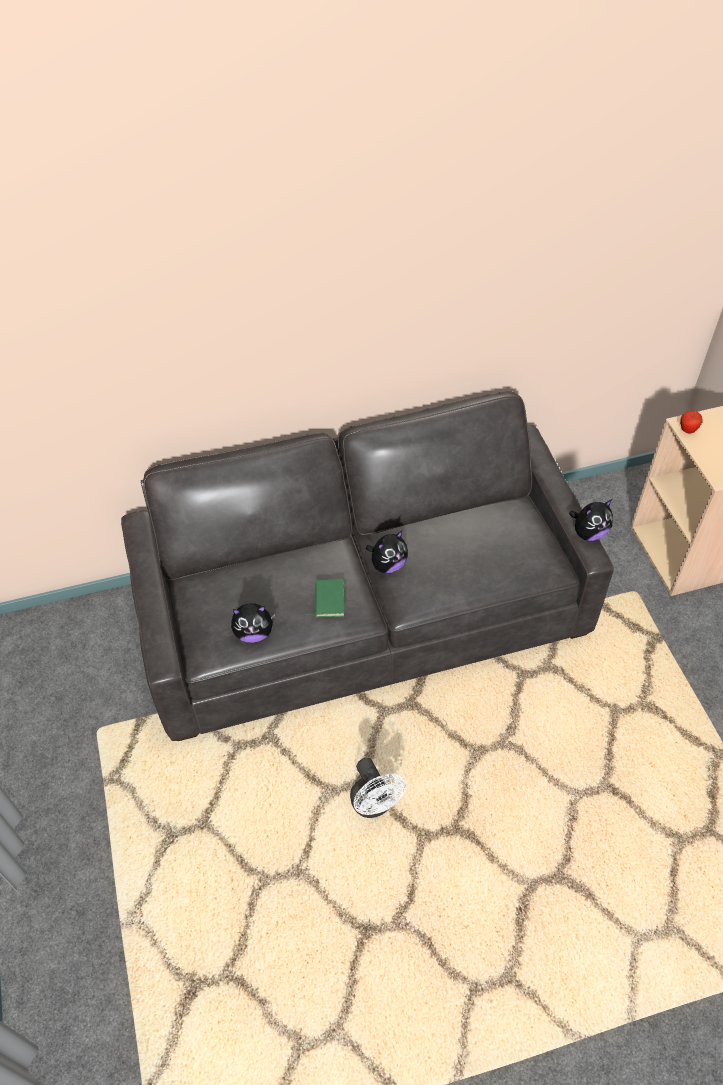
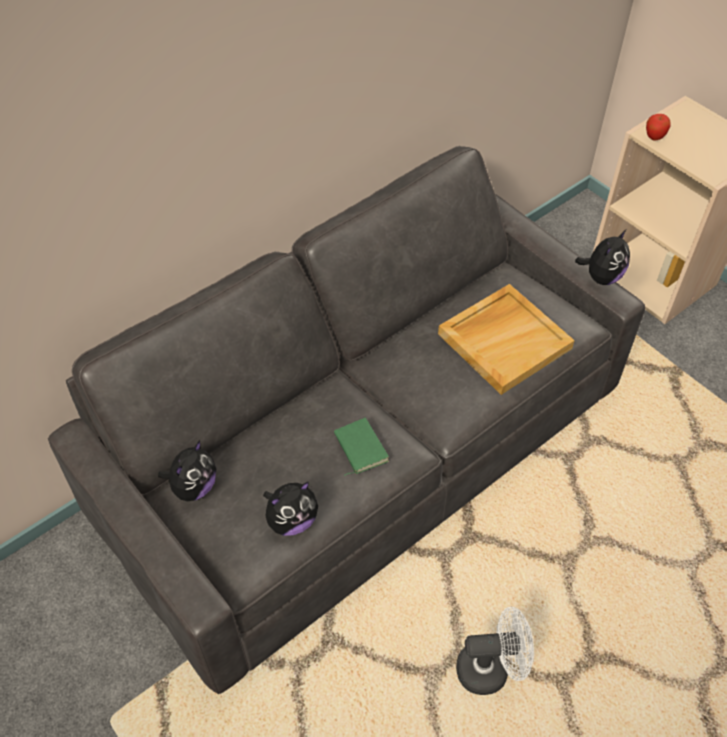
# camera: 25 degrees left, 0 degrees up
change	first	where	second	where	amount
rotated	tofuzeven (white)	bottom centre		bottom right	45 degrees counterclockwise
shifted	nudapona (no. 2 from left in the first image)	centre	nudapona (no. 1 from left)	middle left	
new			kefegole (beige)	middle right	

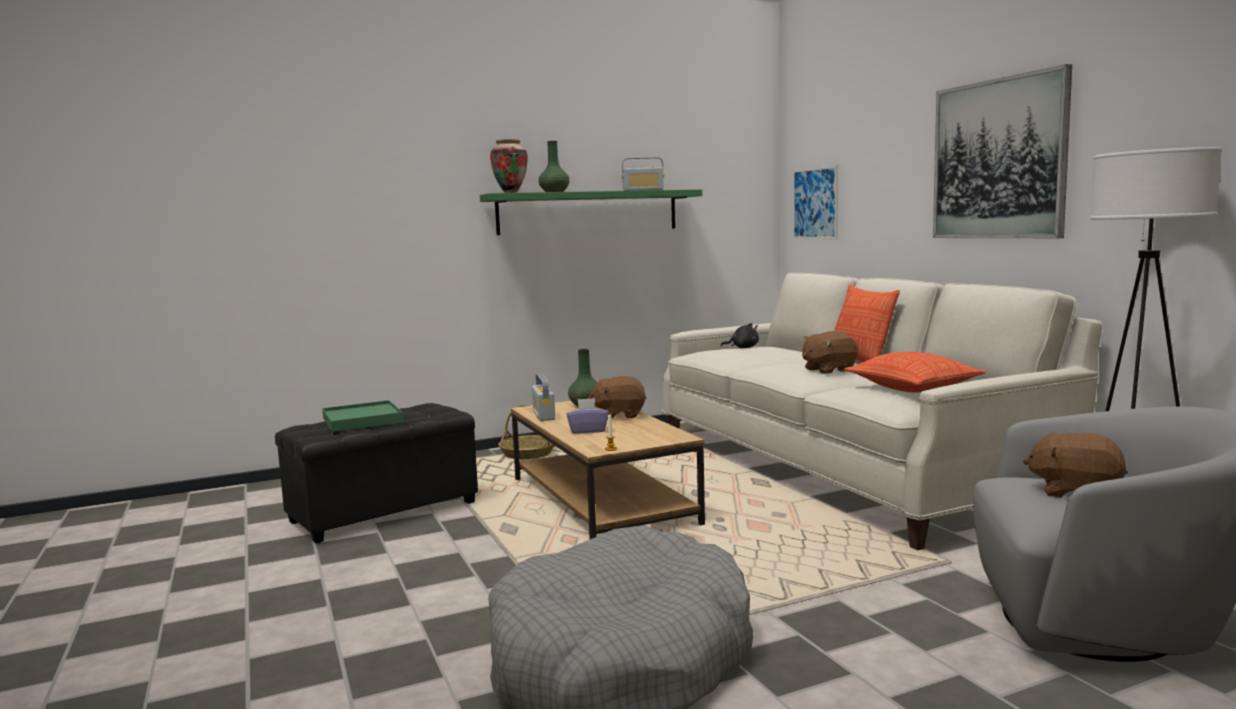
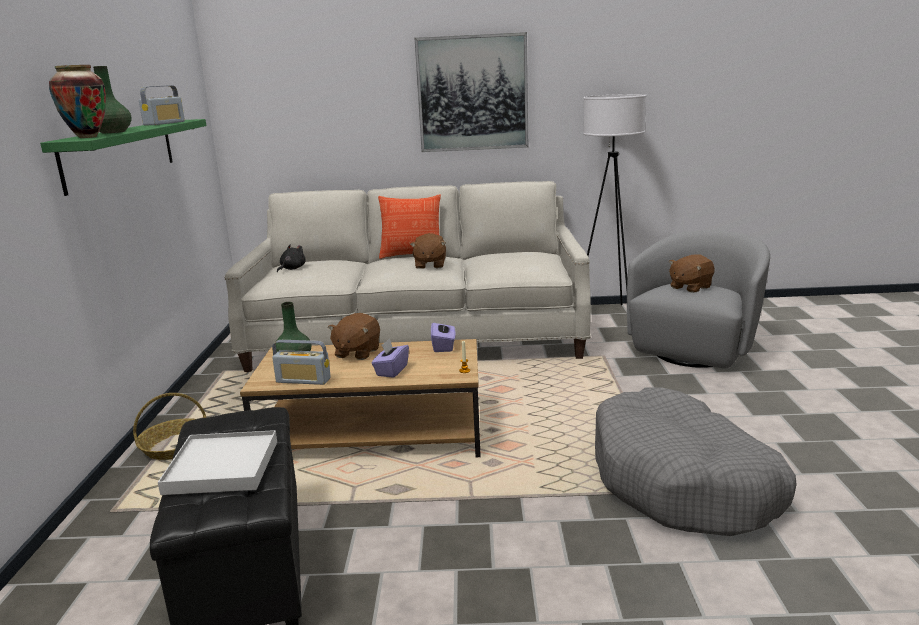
# camera: 65 degrees left, 10 degrees up
change	first	where	second	where	amount
repainted	kefegole (green)	middle left	kefegole (white)	bottom left	
gone	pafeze (no. 1 from left)	top centre			
gone	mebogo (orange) (no. 2 from left)	middle right			
new			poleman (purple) (no. 2 from left)	centre	

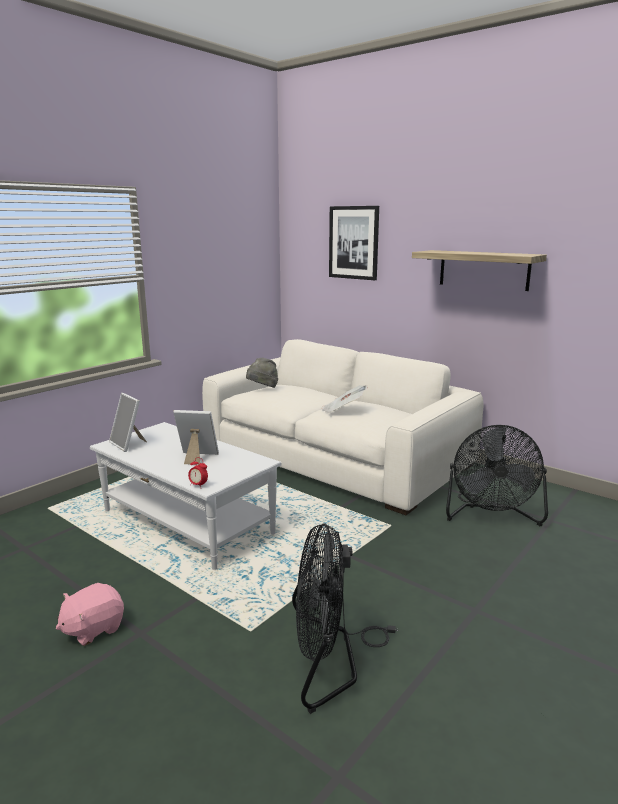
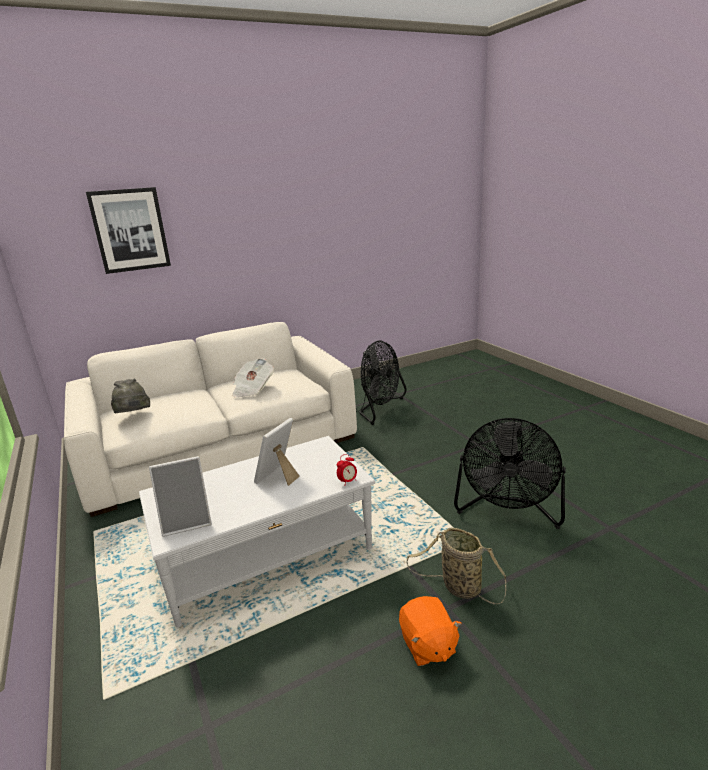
# camera: 65 degrees left, 5 degrees up
change	first	where	second	where	amount
repainted	nudapona (pink)	bottom left	nudapona (orange)	bottom centre	
gone	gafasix	middle right			
new			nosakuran	bottom centre	

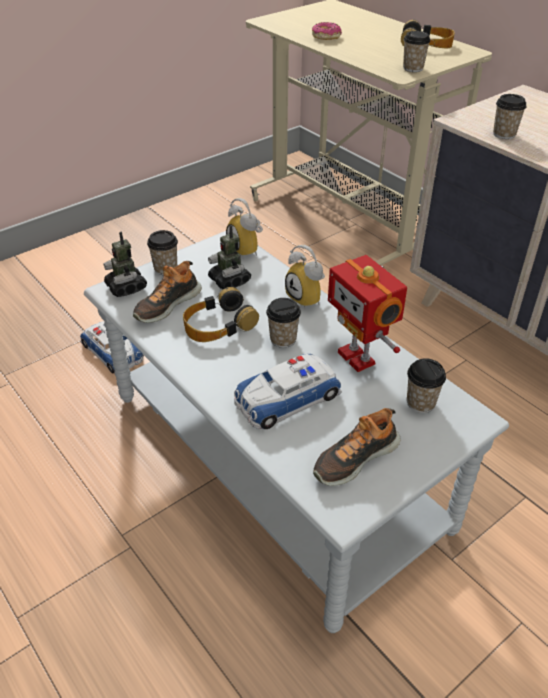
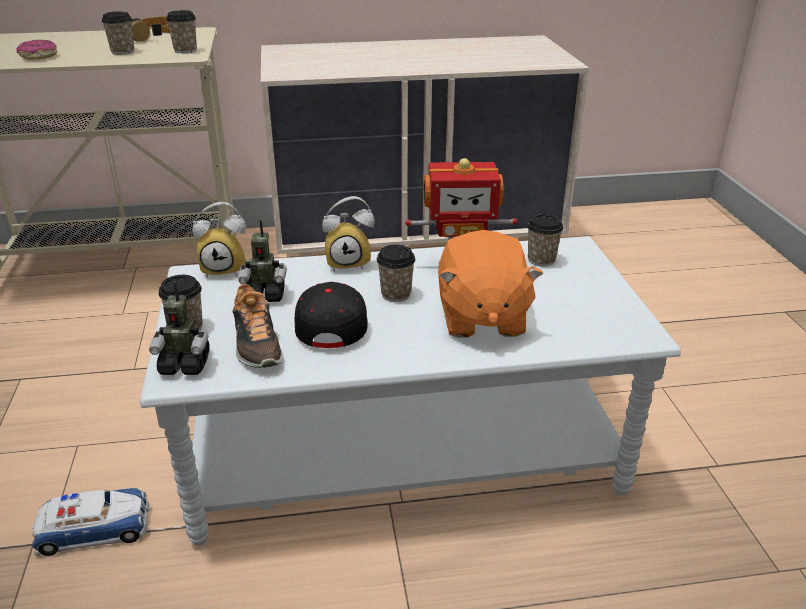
# camera: 60 degrees left, 10 degrees down
change	first	where	second	where	amount
swapped	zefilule (no. 1 from left)	centre	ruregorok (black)	centre	
swapped	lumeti (no. 2 from left)	centre	nudapona (orange)	centre	
gone	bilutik (no. 2 from left)	centre			
shifted	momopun (no. 5 from left in the first image)	top right	momopun (no. 1 from left)	top left	

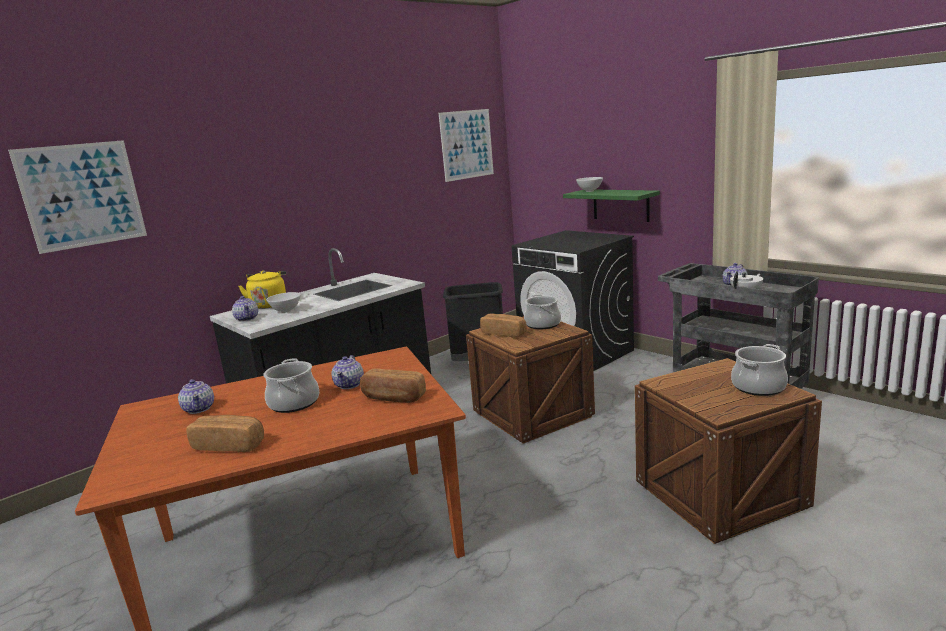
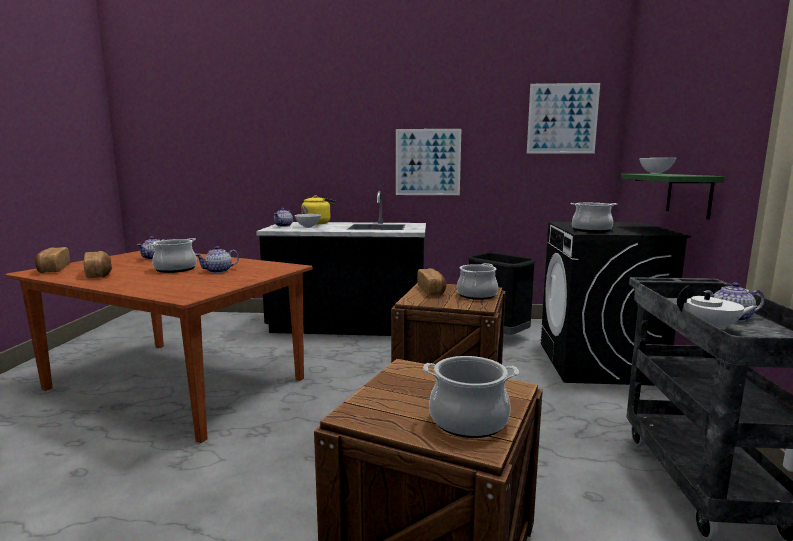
# camera: 45 degrees right, 5 degrees down
change	first	where	second	where	amount
shifted	pafeze (no. 1 from left)	top left		top centre	
shifted	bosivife (no. 2 from left in the first image)	centre	bosivife (no. 1 from left)	middle left	
new			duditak (no. 4 from left)	middle right	

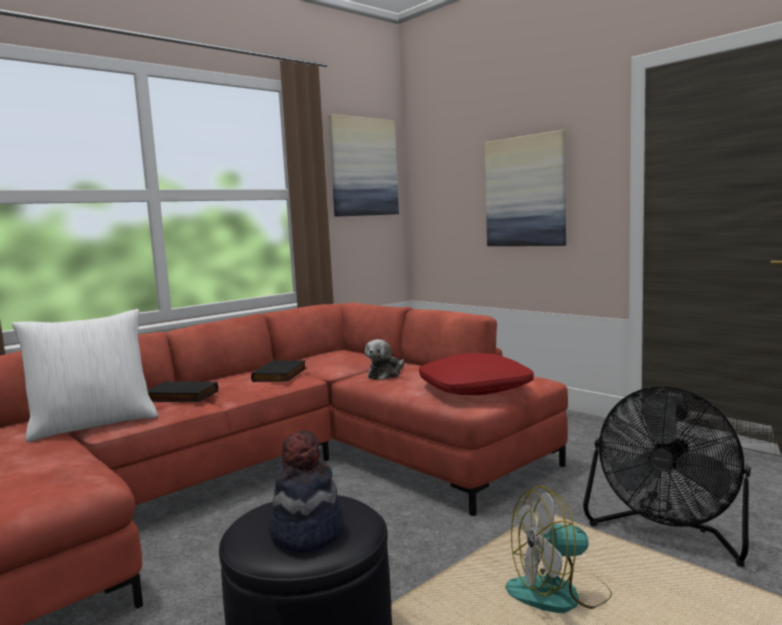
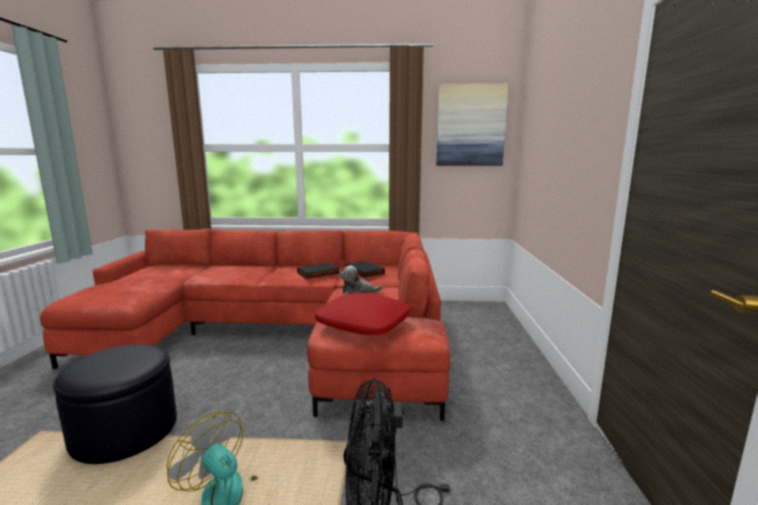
# camera: 45 degrees right, 5 degrees up
change	first	where	second	where	amount
gone	mebogo (white)	middle left			
shifted	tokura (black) (no. 1 from left in the first image)	middle left	tokura (black) (no. 2 from left)	centre	
gone	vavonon	bottom centre			
gone	pafeze (no. 2 from left)	top right			

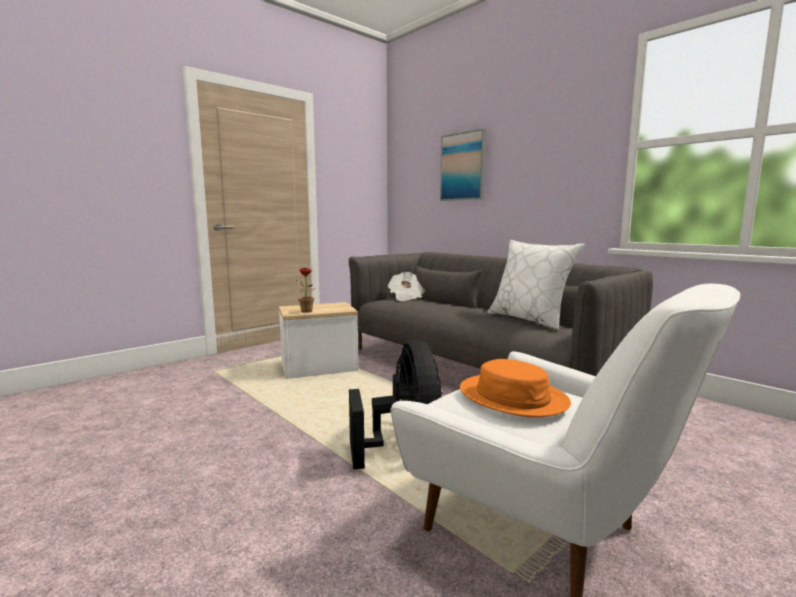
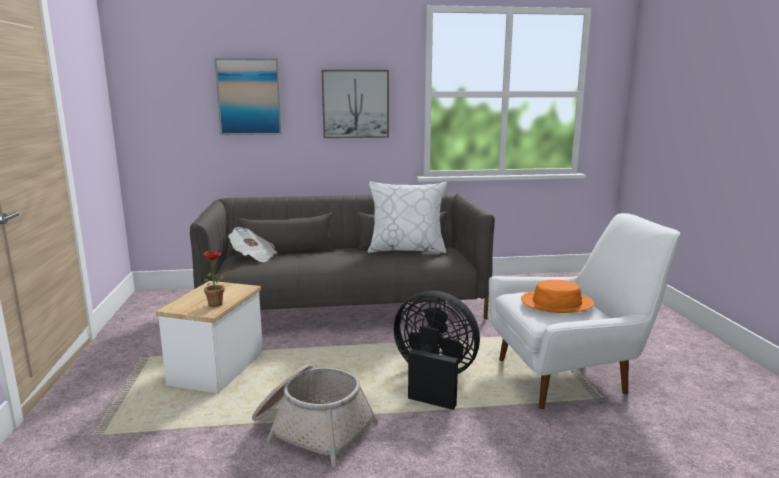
# camera: 55 degrees left, 5 degrees up
change	first	where	second	where	amount
new			nosakuran	bottom centre	
new			pafeze (no. 2 from left)	top centre	

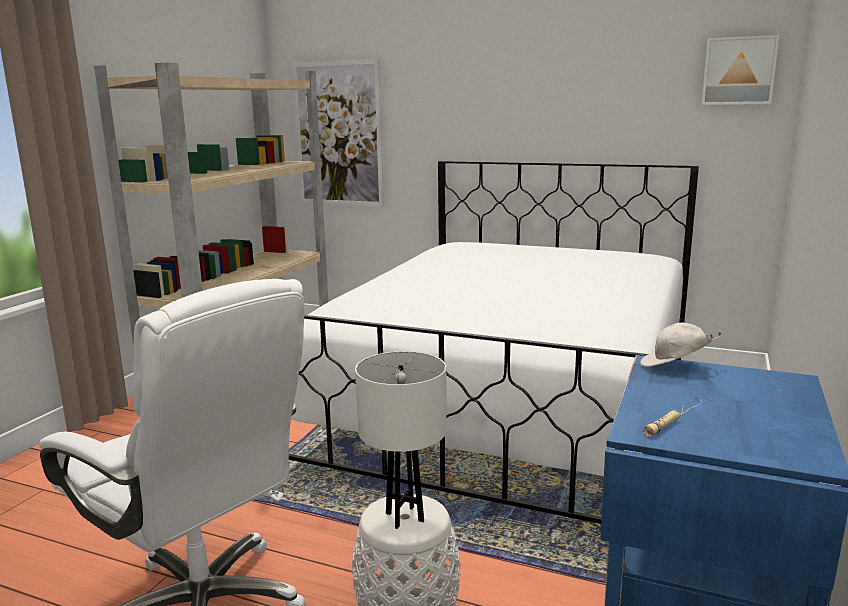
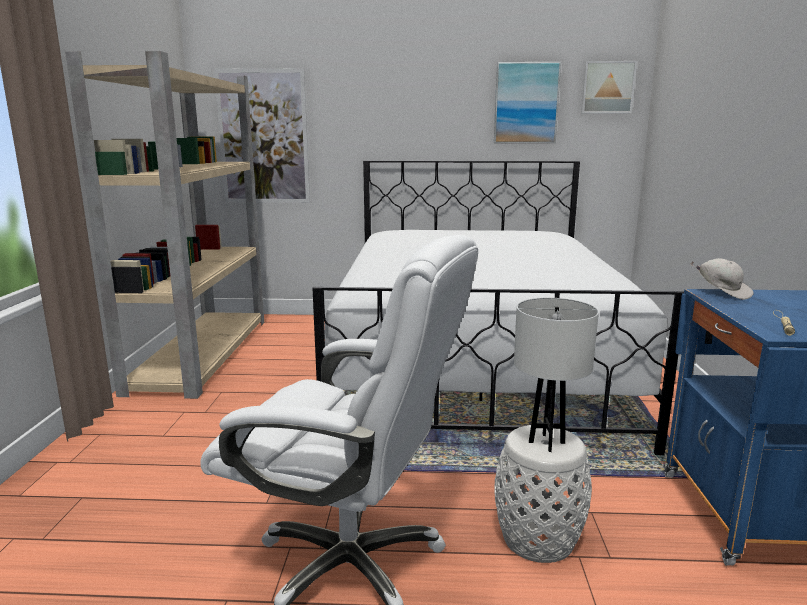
# camera: 20 degrees left, 0 degrees up
change	first	where	second	where	amount
rotated	ruregorok (white)	middle right		middle right	120 degrees counterclockwise
new			pafeze (no. 2 from left)	top centre	

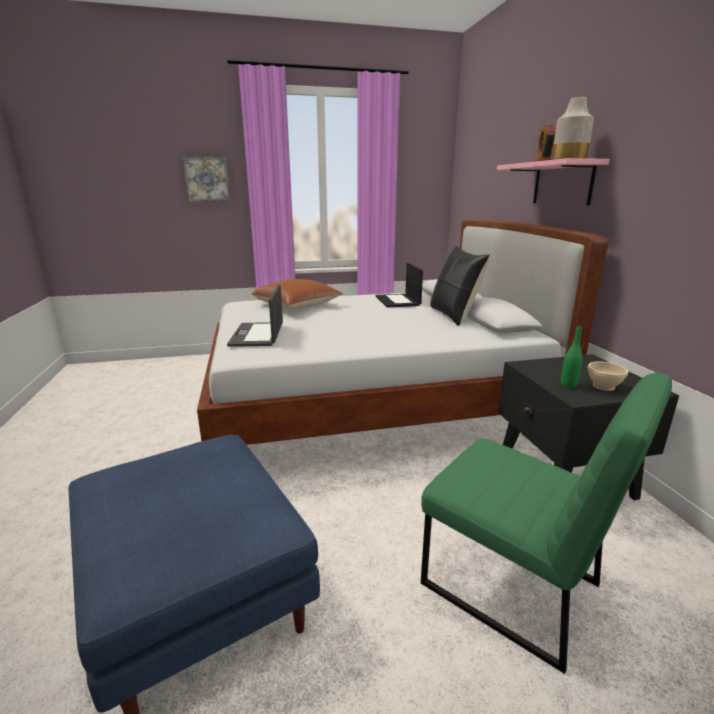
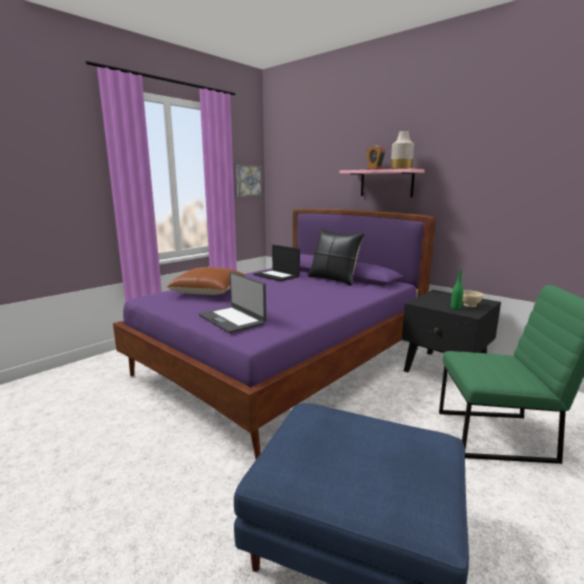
# camera: 35 degrees left, 5 degrees down
change	first	where	second	where	amount
shifted	pafeze	top left		top centre	
repainted	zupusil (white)	centre	zupusil (purple)	centre	

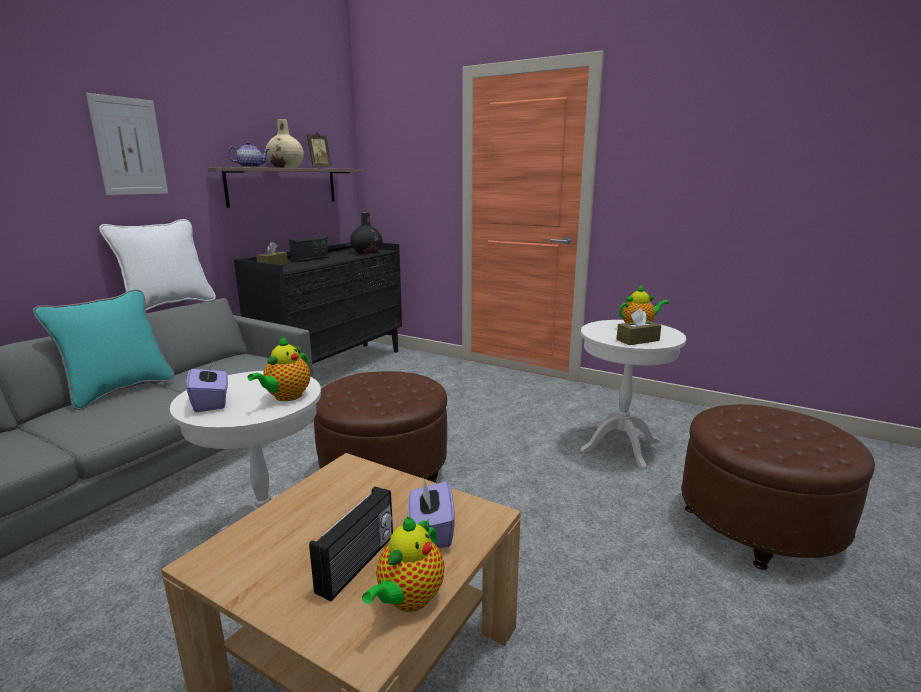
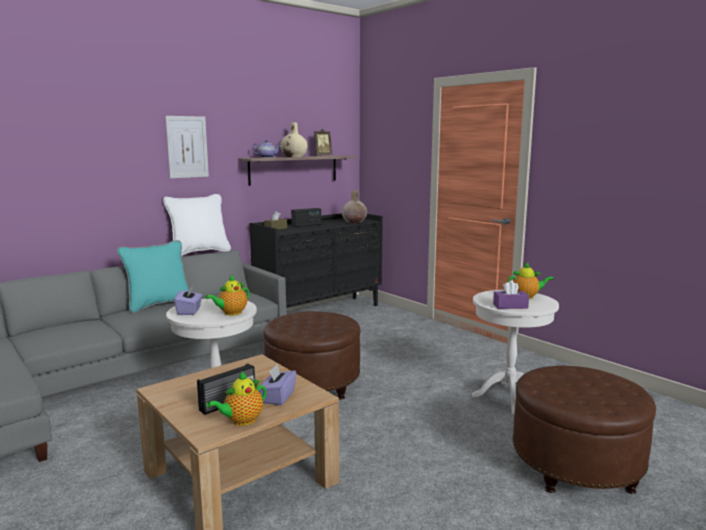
# camera: 20 degrees right, 5 degrees down
change	first	where	second	where	amount
repainted	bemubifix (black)	centre	bemubifix (beige) (no. 2 from left)	centre	
repainted	poleman (brown) (no. 2 from left)	middle right	poleman (purple) (no. 3 from left)	middle right	

